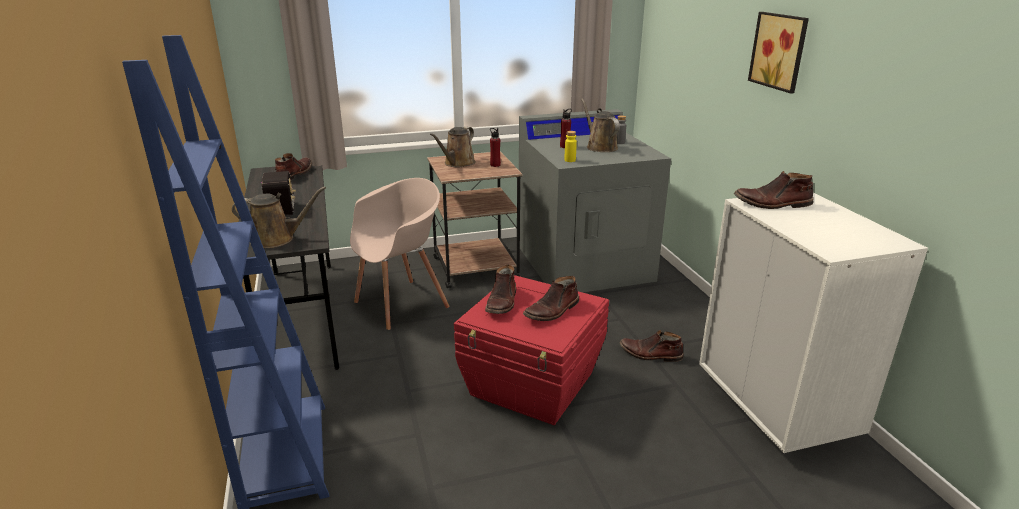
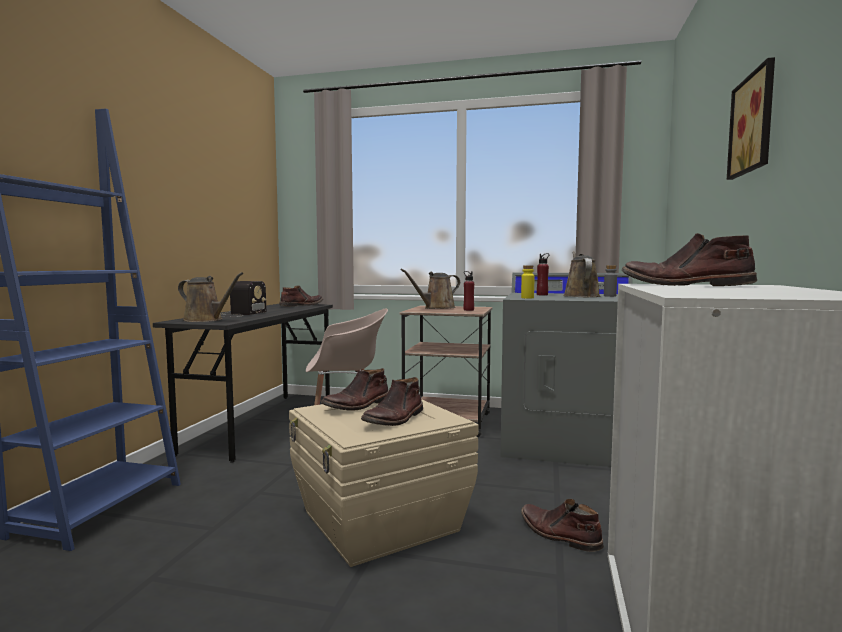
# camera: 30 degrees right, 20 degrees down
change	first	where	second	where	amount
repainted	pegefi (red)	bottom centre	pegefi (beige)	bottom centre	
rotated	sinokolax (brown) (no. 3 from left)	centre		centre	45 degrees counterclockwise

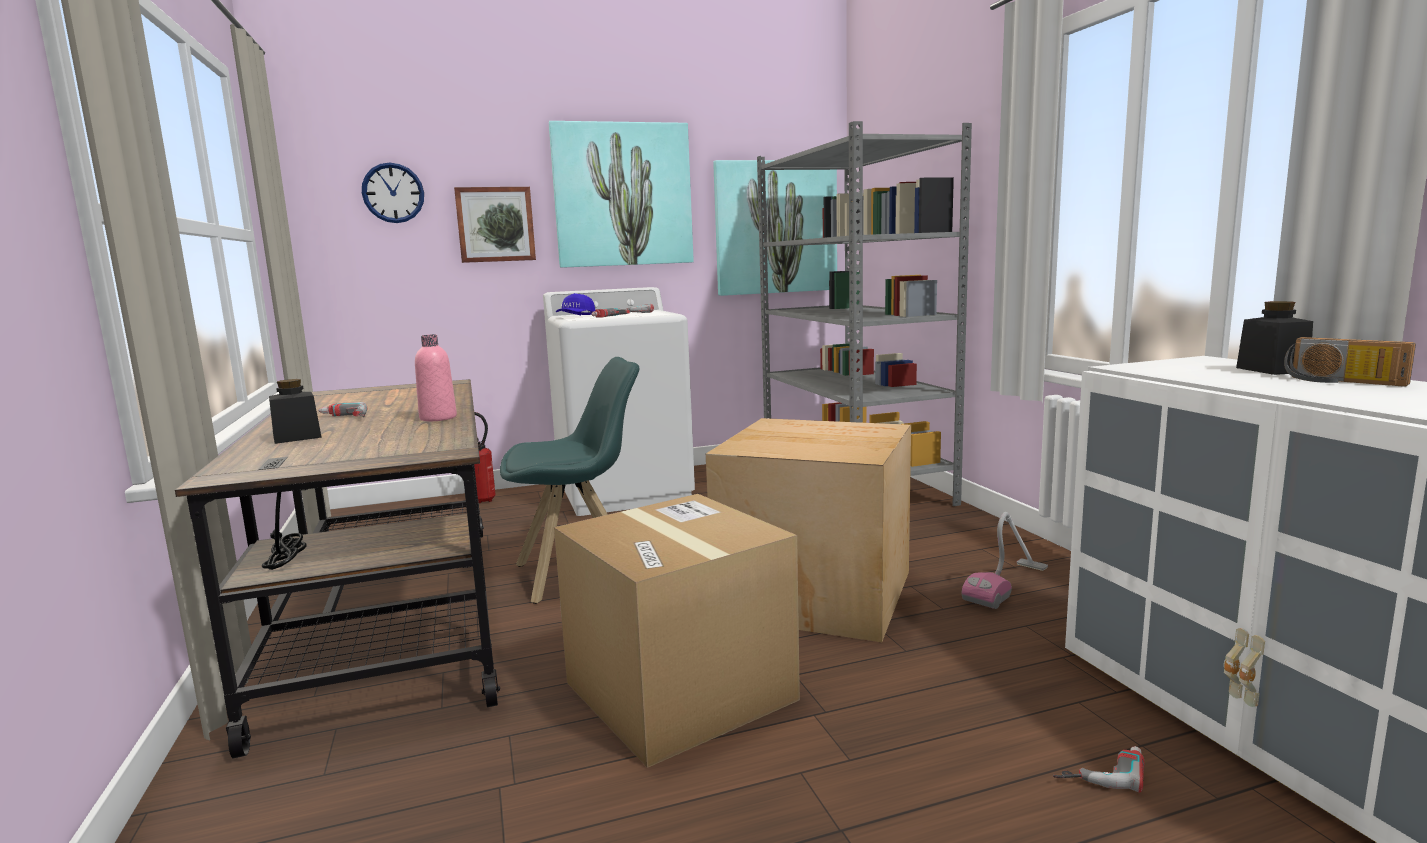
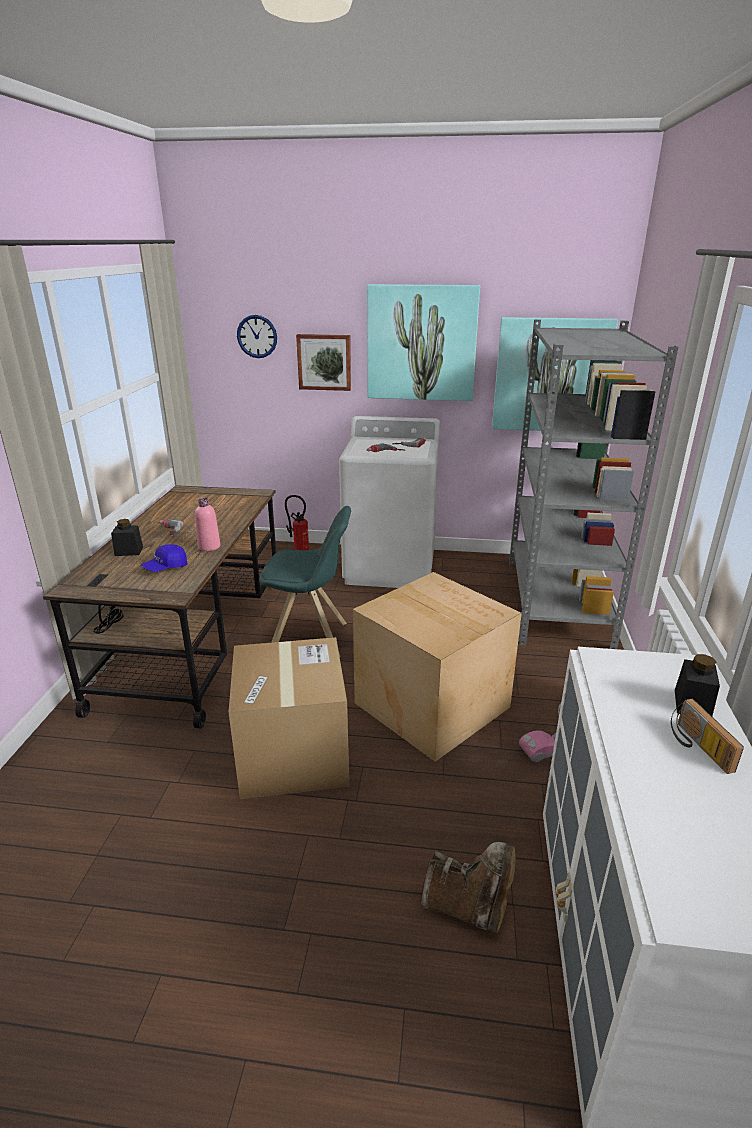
# camera: 25 degrees right, 15 degrees up
change	first	where	second	where	amount
shifted	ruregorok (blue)	centre		middle left	
swapped	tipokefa (no. 4 from left)	bottom right	sinokolax (brown)	bottom centre	

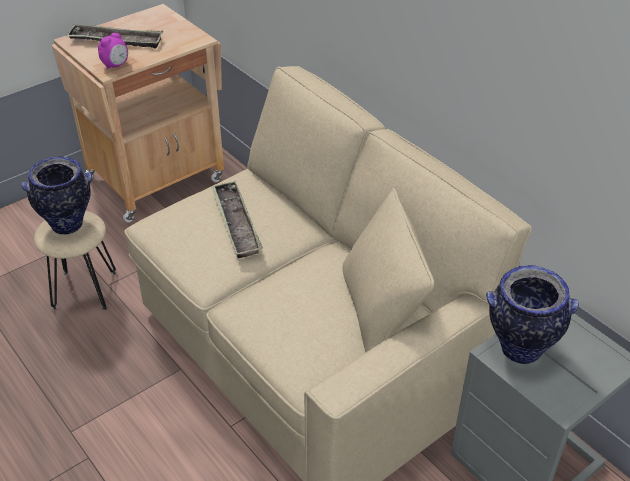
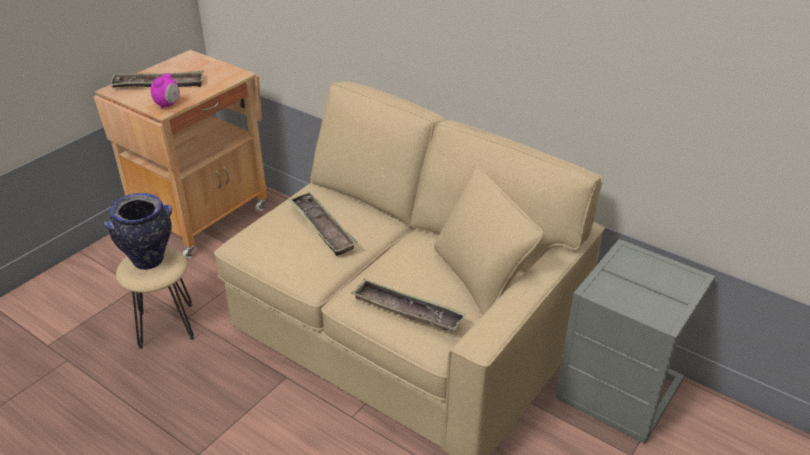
# camera: 15 degrees left, 5 degrees down
change	first	where	second	where	amount
gone	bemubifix (no. 2 from left)	middle right			
new			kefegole (no. 3 from left)	bottom centre	

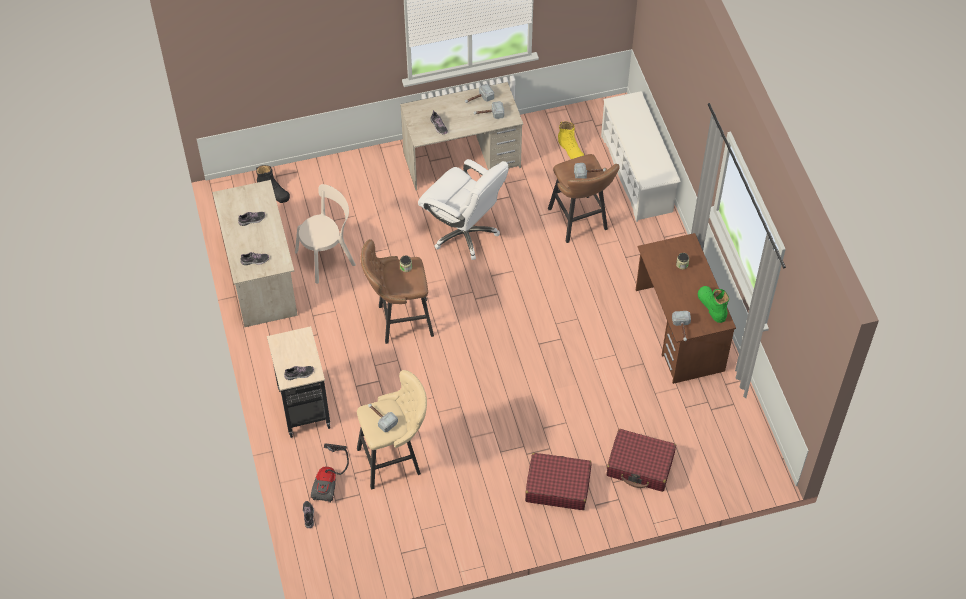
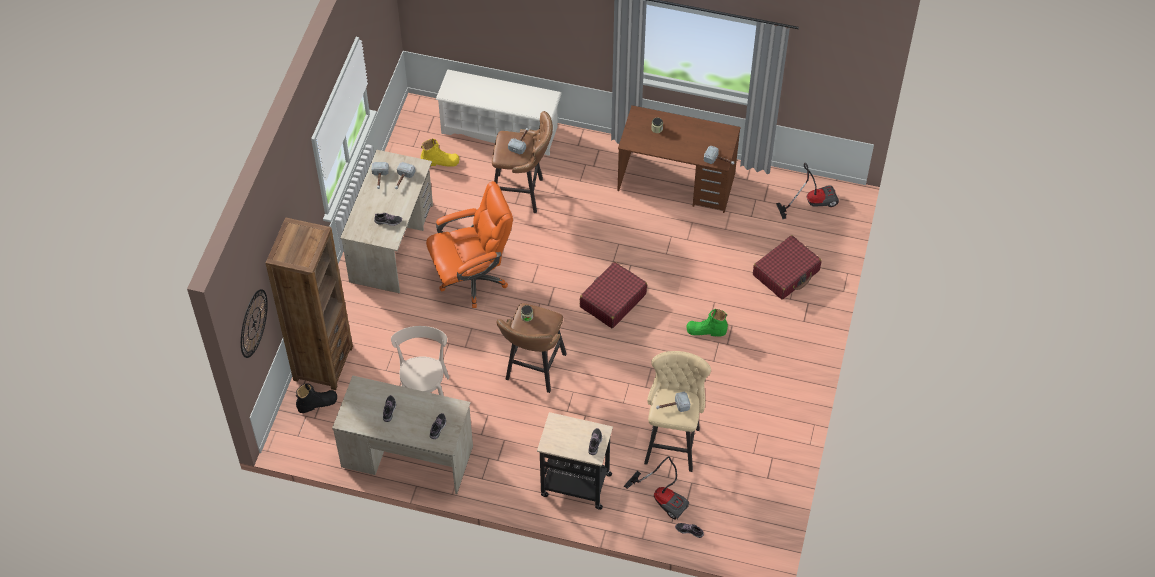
# camera: 60 degrees left, 0 degrees up
change	first	where	second	where	amount
repainted	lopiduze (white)	centre	lopiduze (orange)	centre	
shifted	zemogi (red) (no. 1 from left)	bottom centre		centre	
shifted	sinokolax (green)	middle right		centre	
new			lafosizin	middle left	
new			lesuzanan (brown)	middle left	
new			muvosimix (no. 2 from left)	top right	

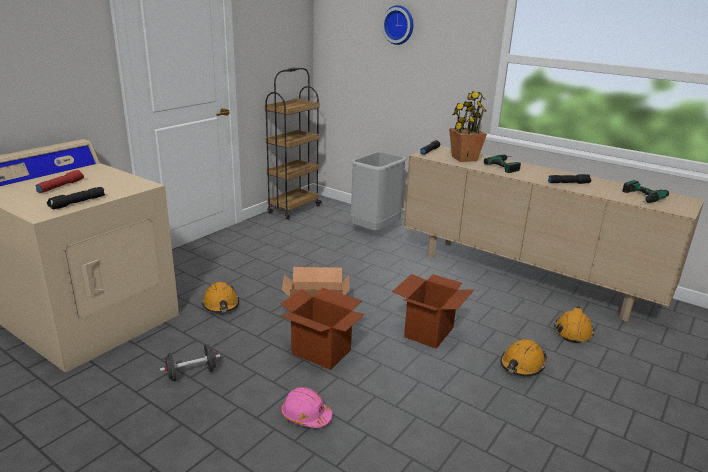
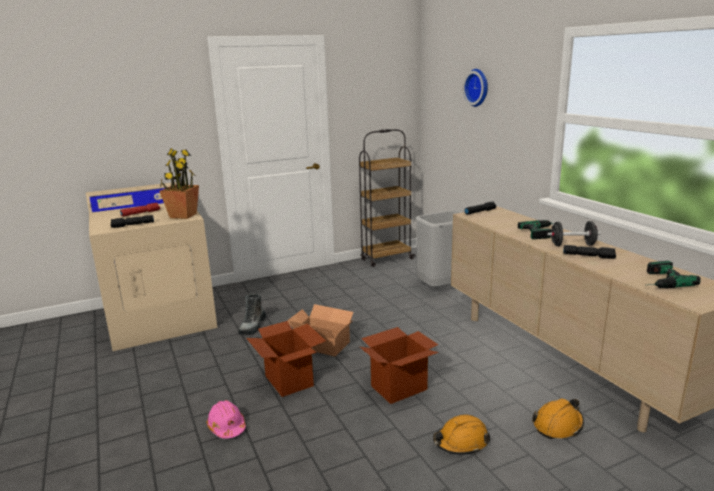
# camera: 30 degrees right, 5 degrees down
change	first	where	second	where	amount
shifted	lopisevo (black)	bottom left		middle right	
swapped	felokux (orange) (no. 1 from left)	middle left	sinokolax	centre	
shifted	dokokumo	top centre		middle left	

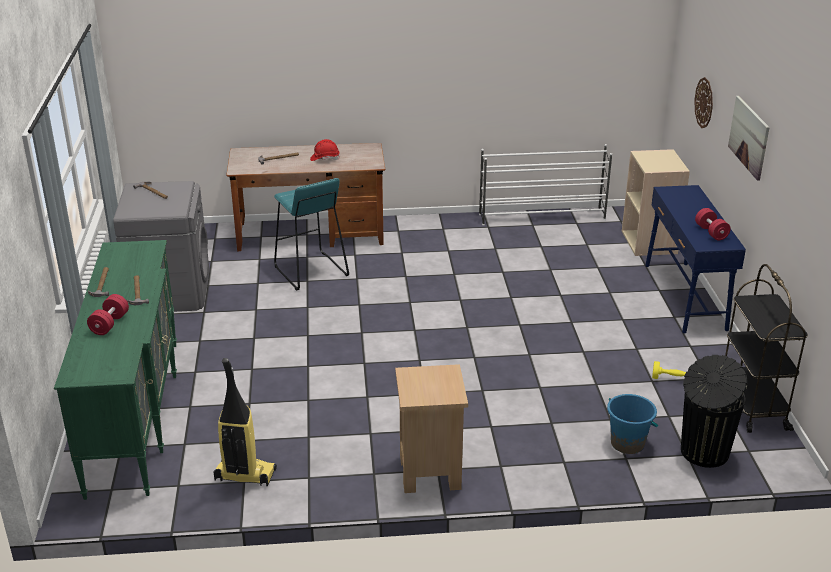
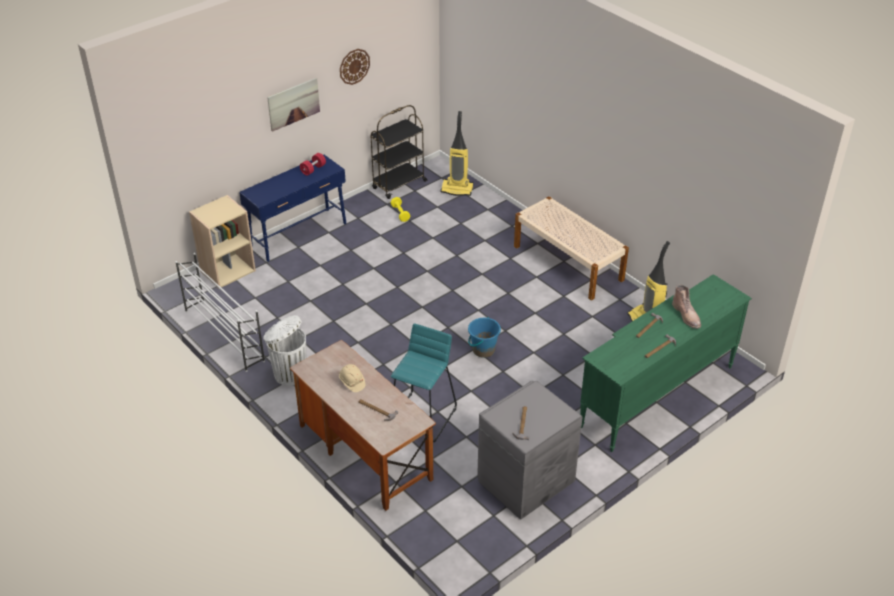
# camera: 125 degrees left, 10 degrees up
change	first	where	second	where	amount
swapped	lopisevo (red) (no. 1 from left)	middle left	sinokolax (brown)	middle right	
repainted	felokux (red)	top centre	felokux (beige)	centre	
swapped	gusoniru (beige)	bottom centre	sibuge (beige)	centre	
shifted	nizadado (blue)	bottom right		centre	
swapped	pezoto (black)	bottom right	muvosimix (no. 1 from left)	top centre	
shifted	lafosizin	top right		top centre	
new			pezoto (white)	middle left	

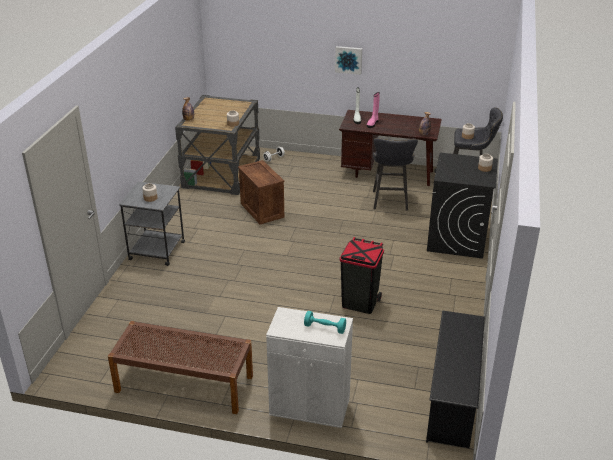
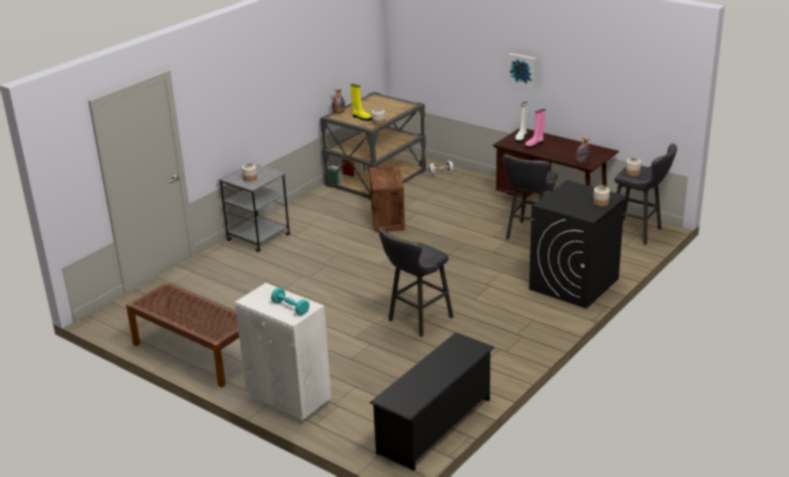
# camera: 25 degrees right, 5 degrees down
change	first	where	second	where	amount
swapped	pezoto (black)	centre	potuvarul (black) (no. 1 from left)	centre	
new			sinokolax (yellow)	top centre	

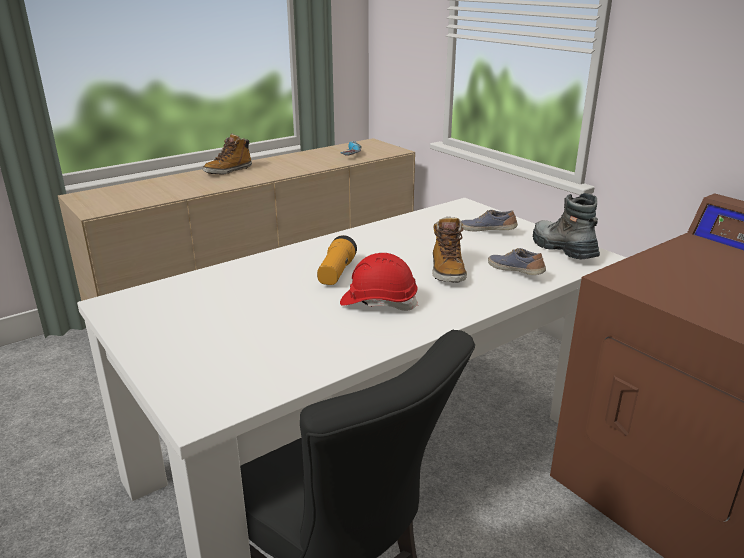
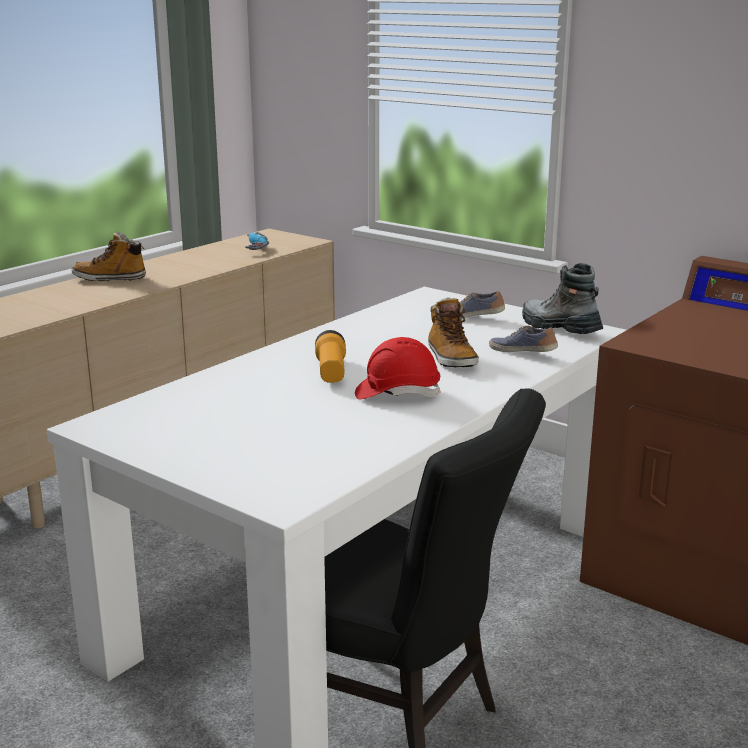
# camera: 15 degrees left, 5 degrees down
change	first	where	second	where	amount
rotated	sinokolax (no. 1 from left)	top left		middle left	60 degrees clockwise

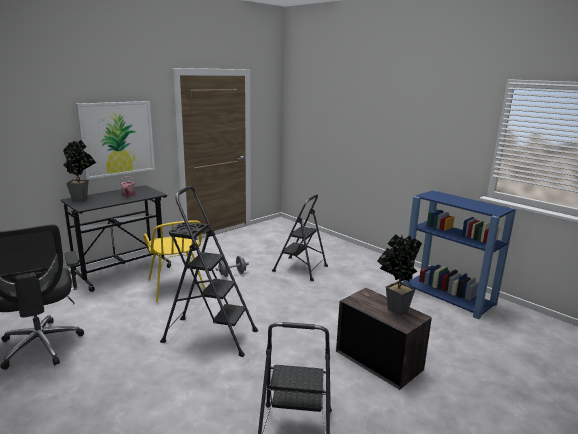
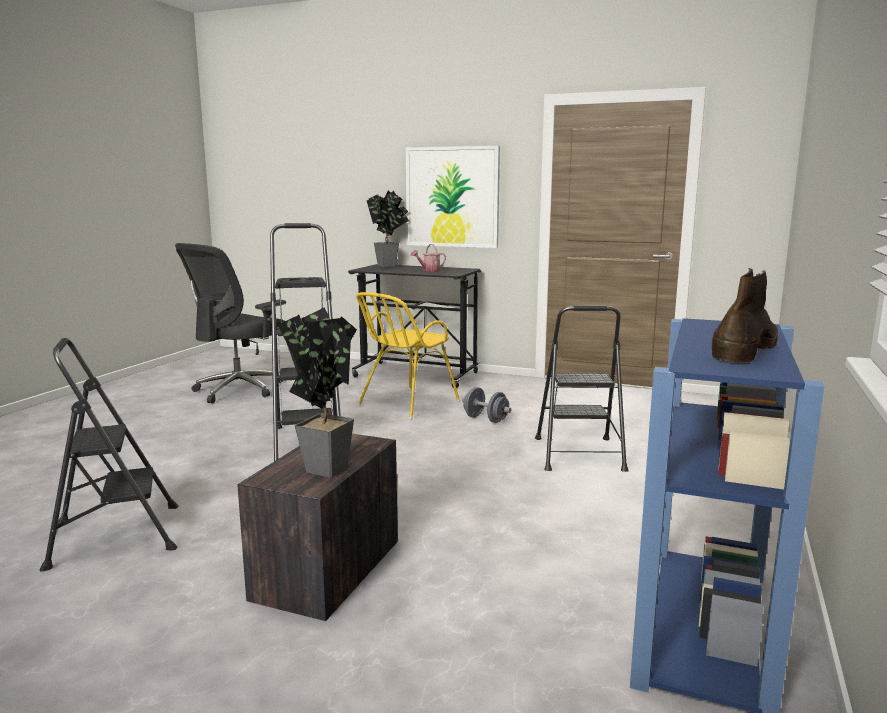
# camera: 65 degrees right, 5 degrees down
change	first	where	second	where	amount
new			sinokolax (brown)	middle right	

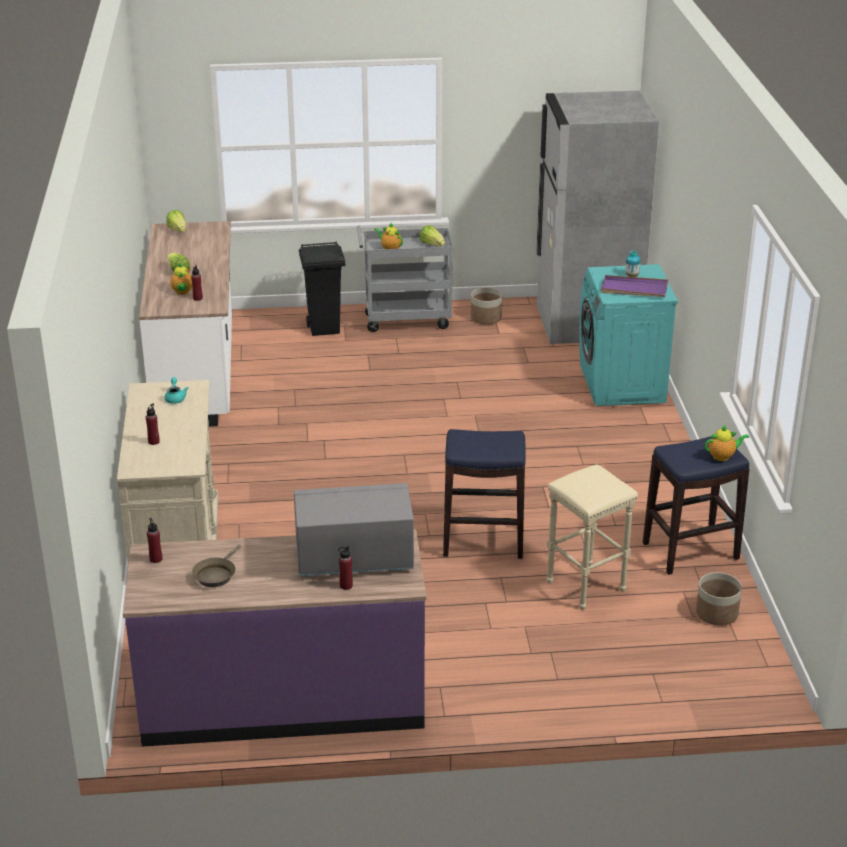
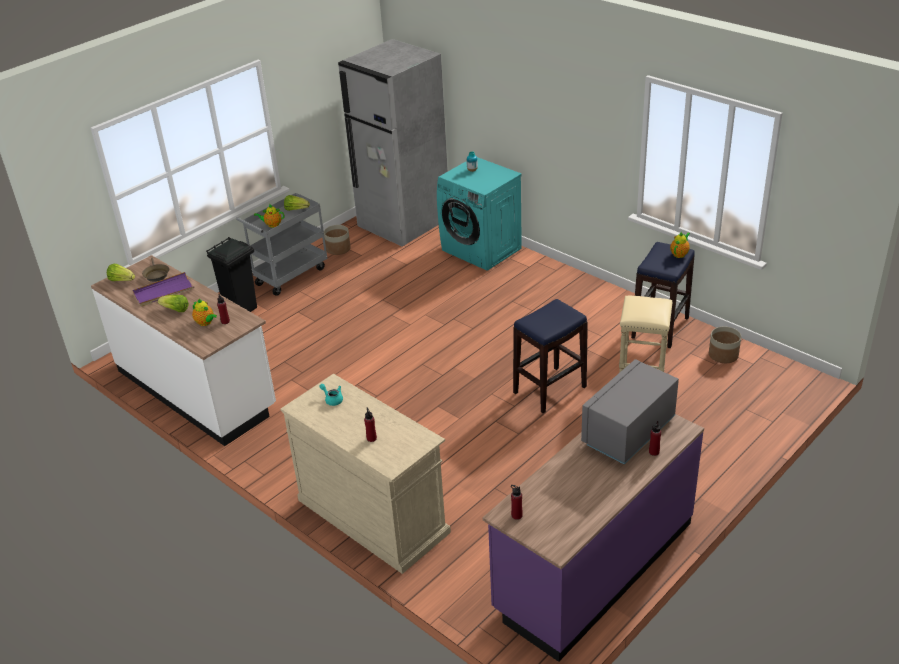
# camera: 40 degrees left, 5 degrees up
change	first	where	second	where	amount
shifted	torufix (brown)	bottom left		middle left	
shifted	kefegole (purple)	middle right		middle left	

